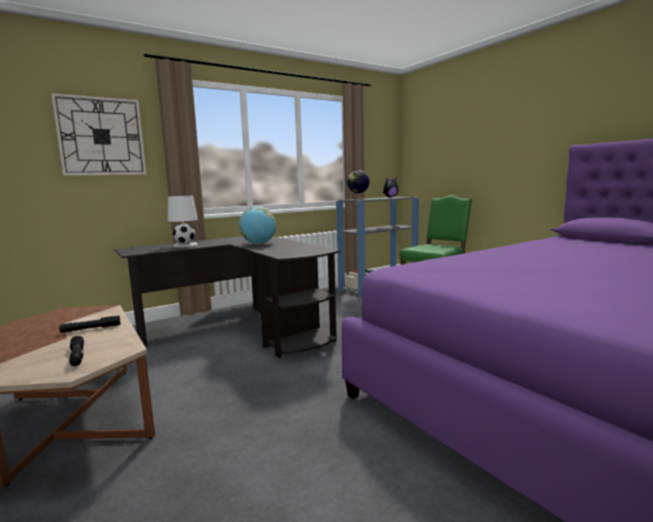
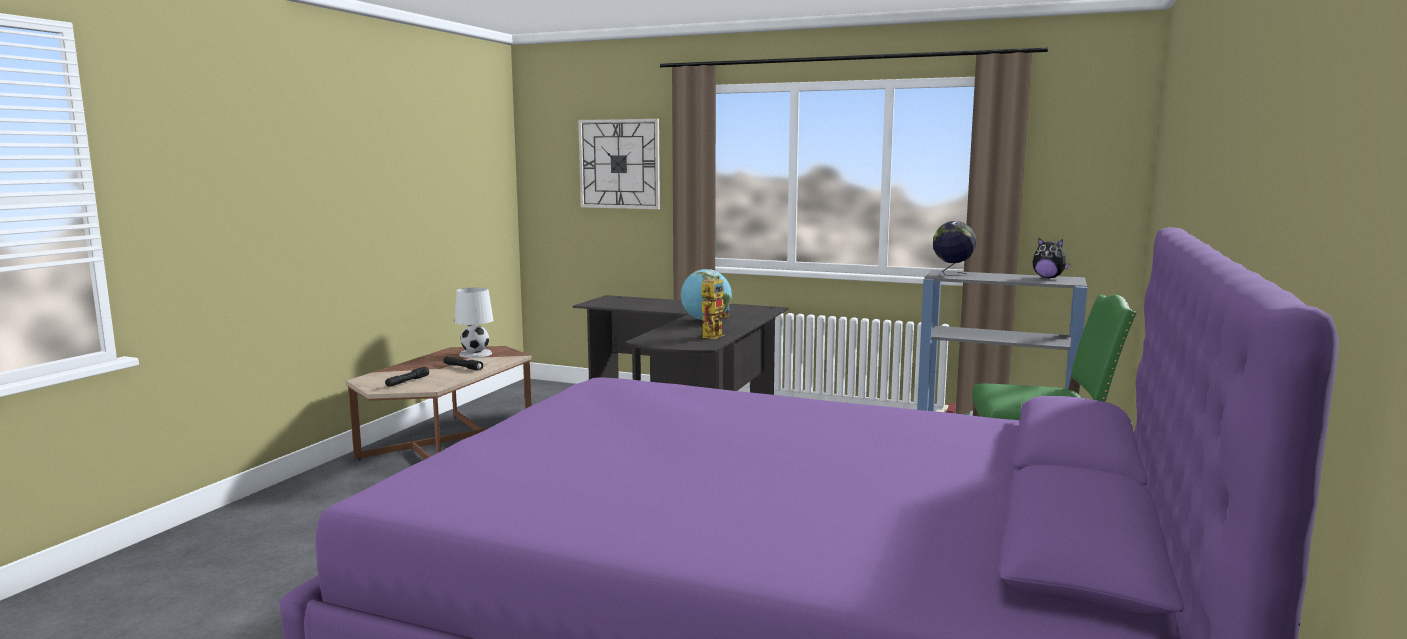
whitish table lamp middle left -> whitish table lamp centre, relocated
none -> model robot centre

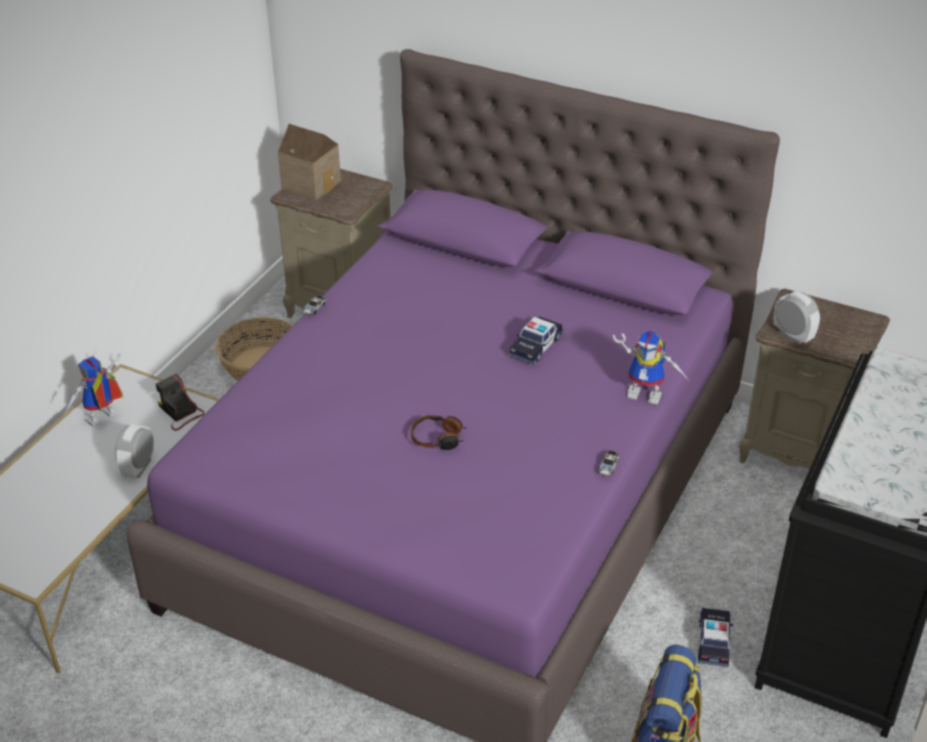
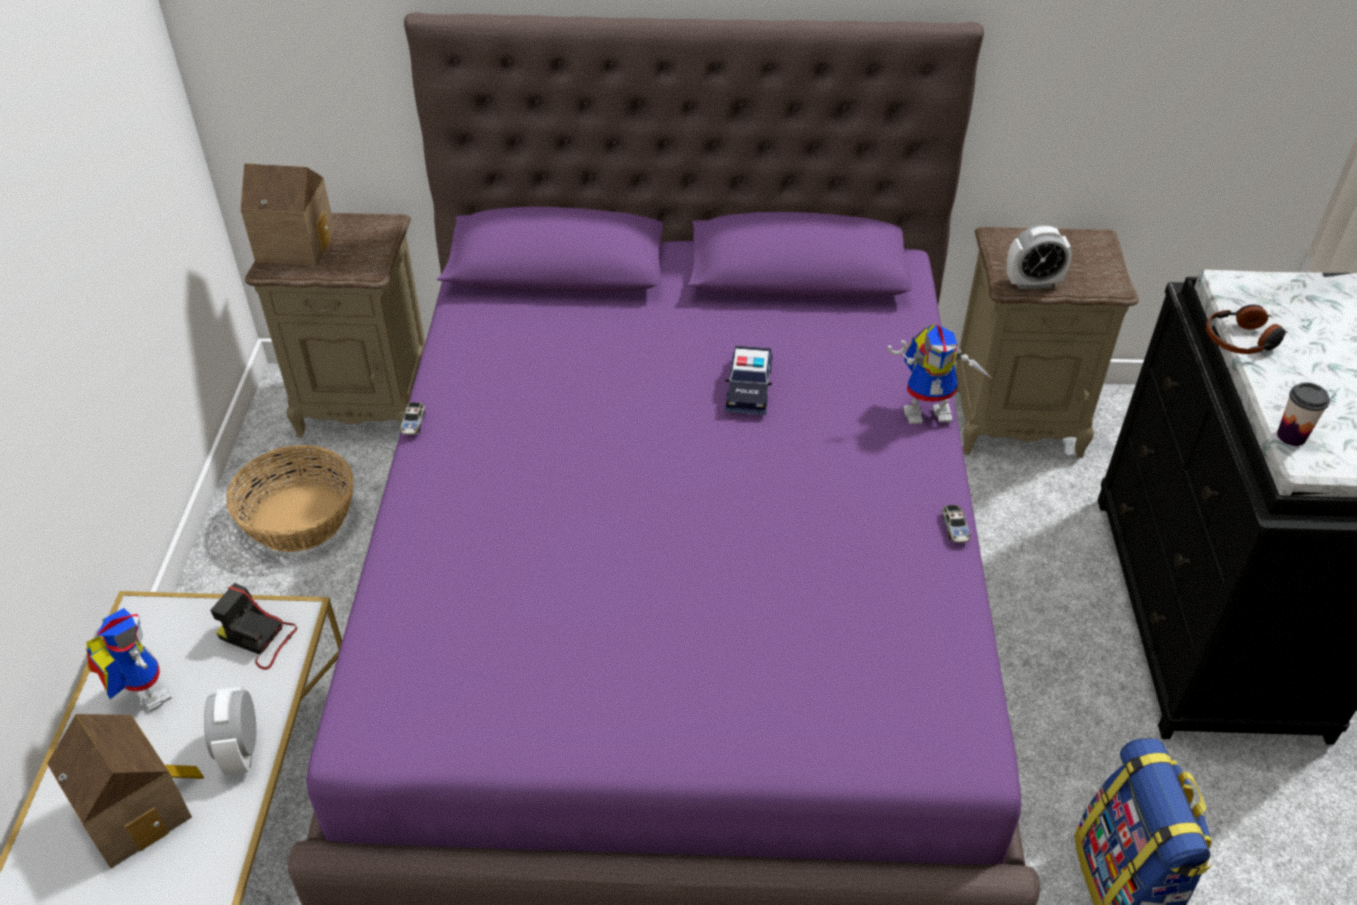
model robot (no. 1 from left) middle left -> model robot (no. 1 from left) bottom left, 120 degrees clockwise
headset centre -> headset middle right, relocated
model car (no. 4 from left) bottom right -> none
bedside clock (no. 2 from left) middle right -> bedside clock (no. 2 from left) top right, 150 degrees clockwise
none -> model house (no. 1 from left) bottom left
none -> small cup middle right

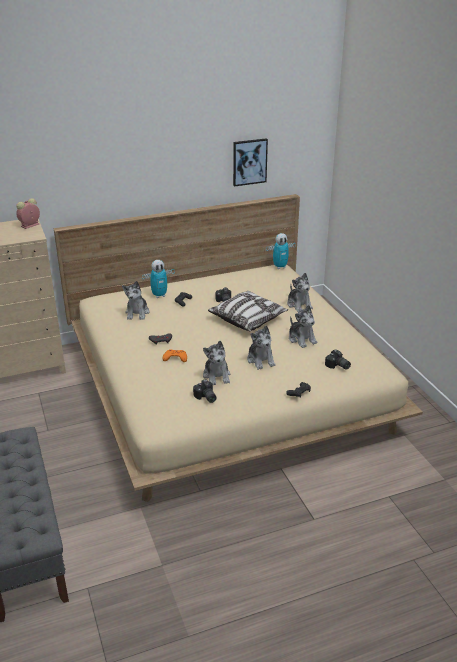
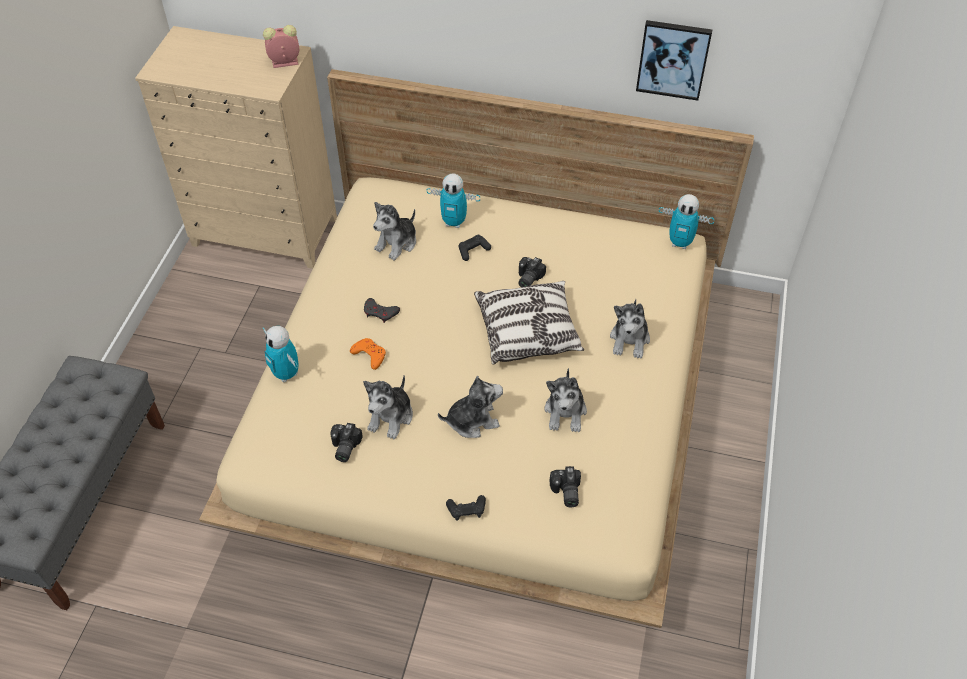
cuddly toy (no. 3 from left) centre, 120 degrees counterclockwise
none -> model robot (no. 1 from left) middle left

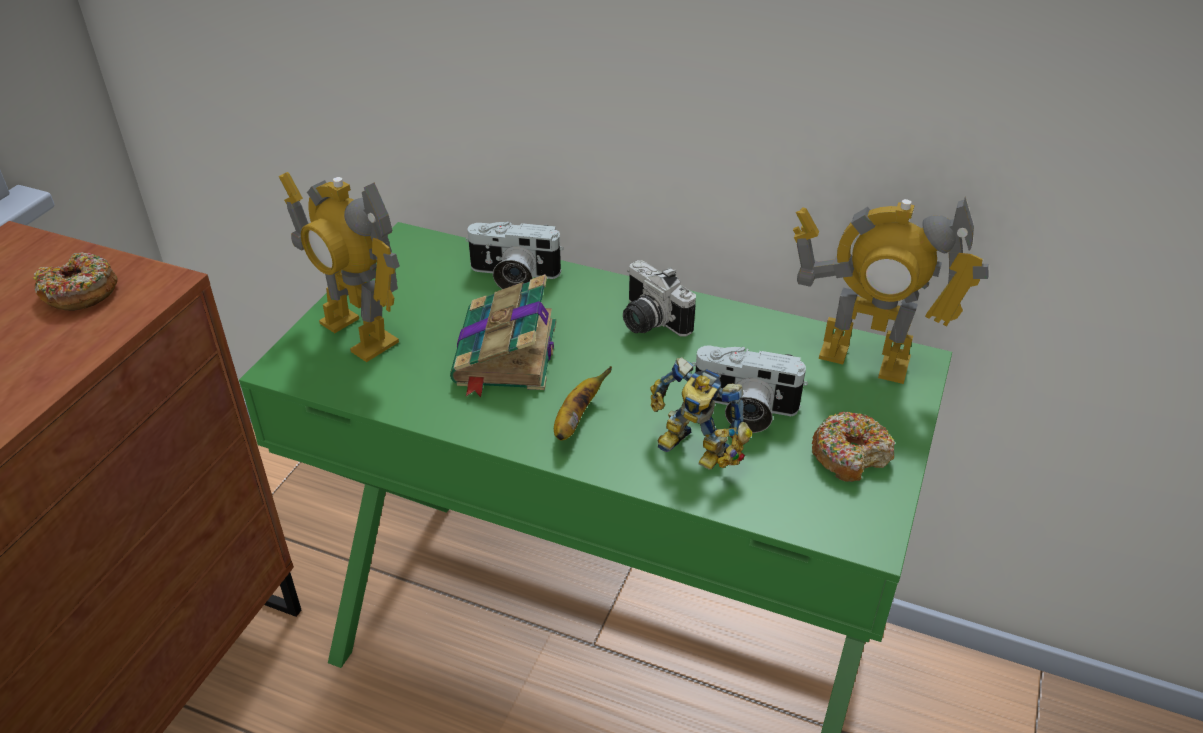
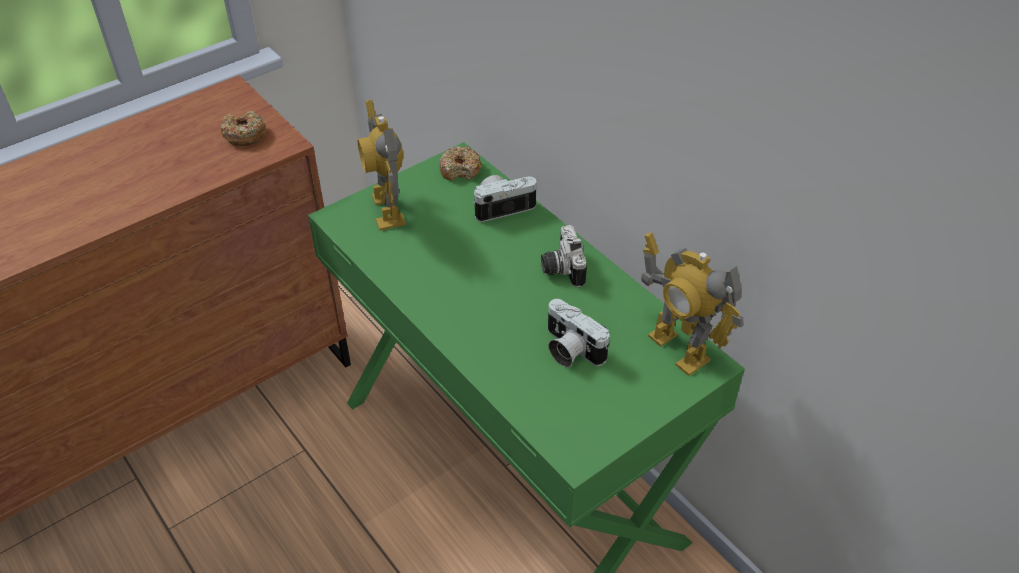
bound book centre -> none
still camera (no. 1 from left) centre, 120 degrees clockwise
banana fruit centre -> none
model robot (no. 2 from left) centre -> none
ring doughnut (no. 2 from left) middle right -> ring doughnut (no. 2 from left) top centre, relocated

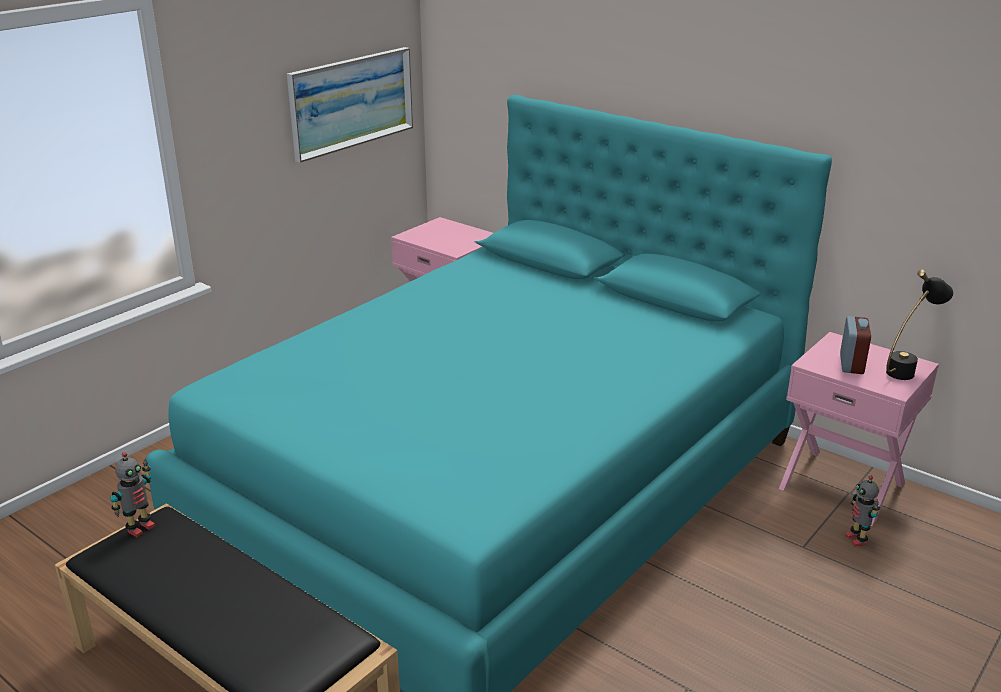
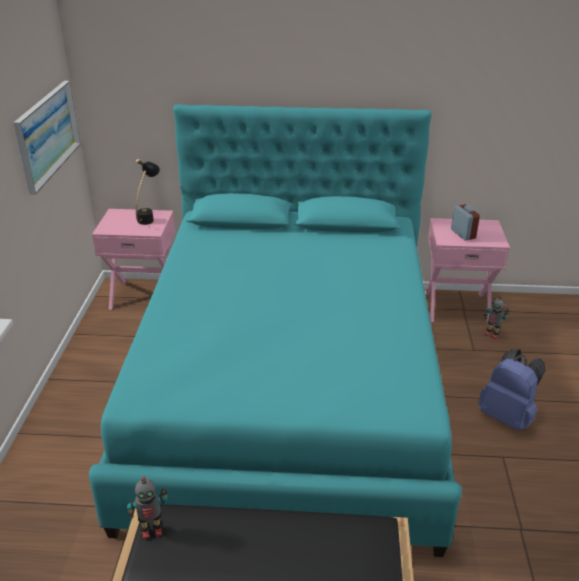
model robot (no. 1 from left) bottom left, 75 degrees clockwise
black table lamp middle right -> black table lamp top left, relocated
none -> blue-coloured knapsack bottom right

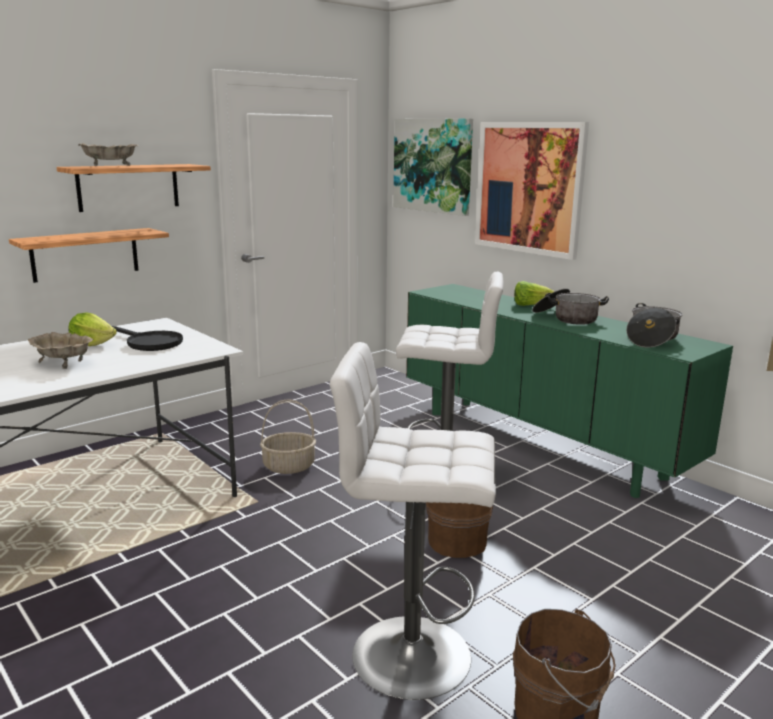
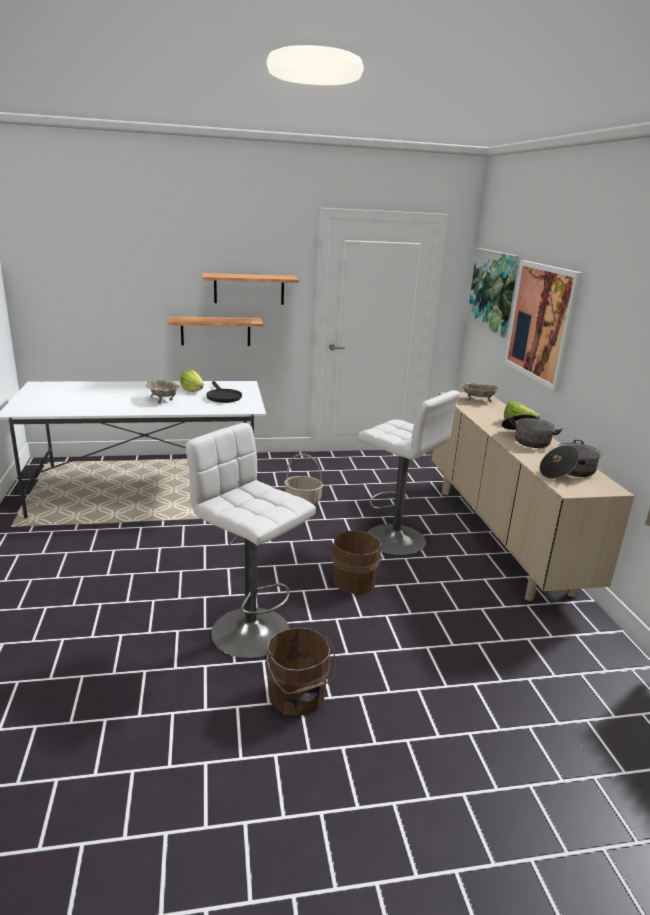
sand-coloured deep dish (no. 2 from left) top left -> sand-coloured deep dish (no. 2 from left) middle right, relocated
greenish cabinet middle right -> sand-coloured cabinet middle right

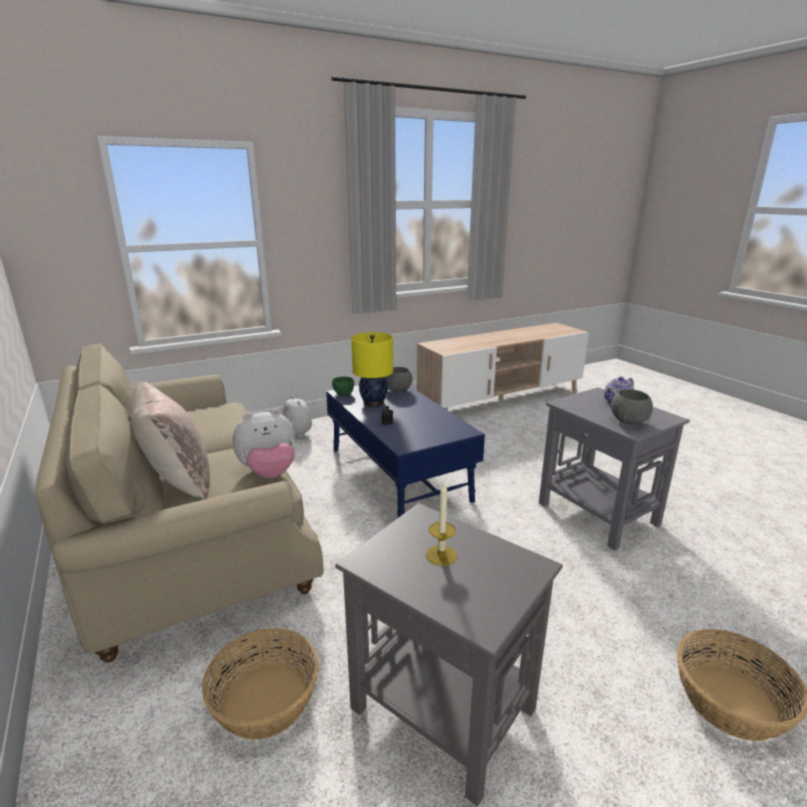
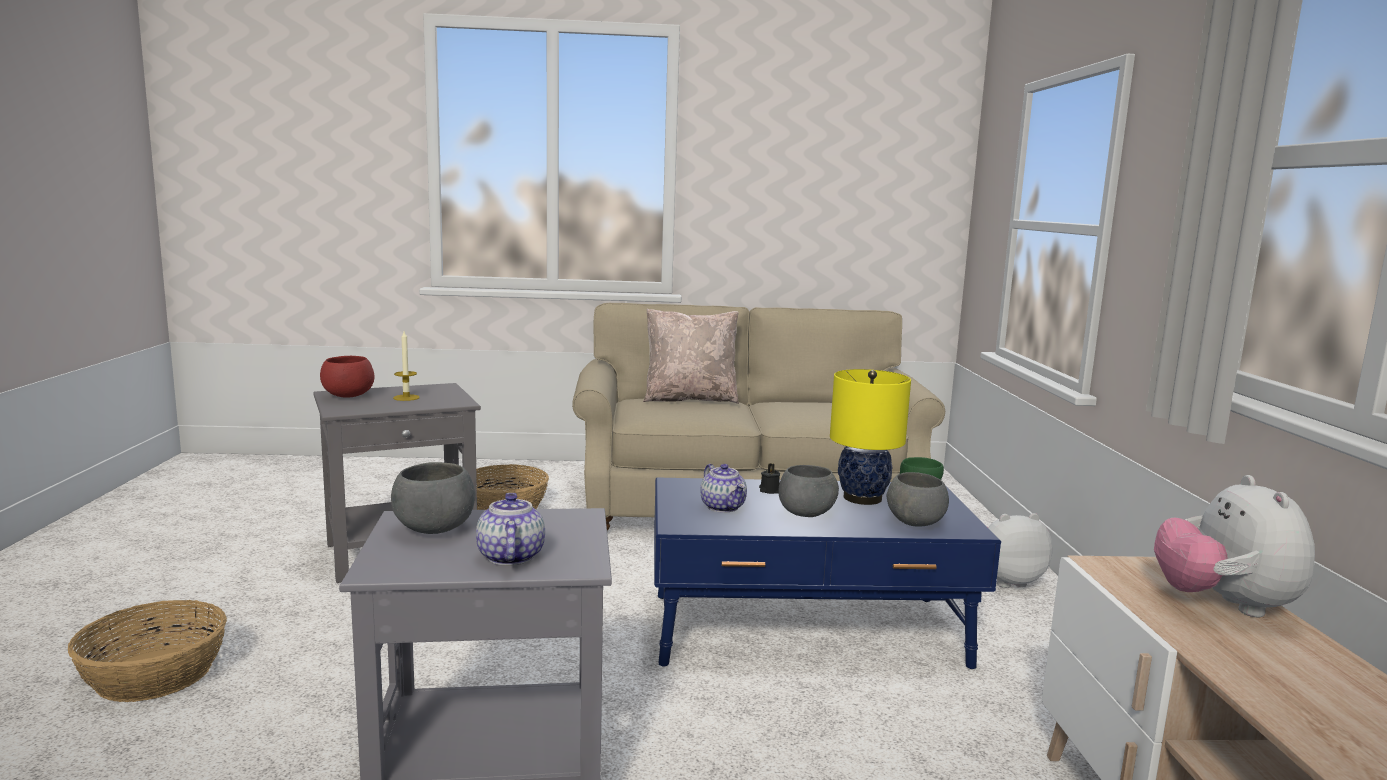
cuddly toy (no. 1 from left in the first image) middle left -> cuddly toy (no. 2 from left) bottom right, relocated
none -> red-coloured deep dish middle left
none -> teapot (no. 2 from left) centre
none -> grey deep dish (no. 2 from left) centre

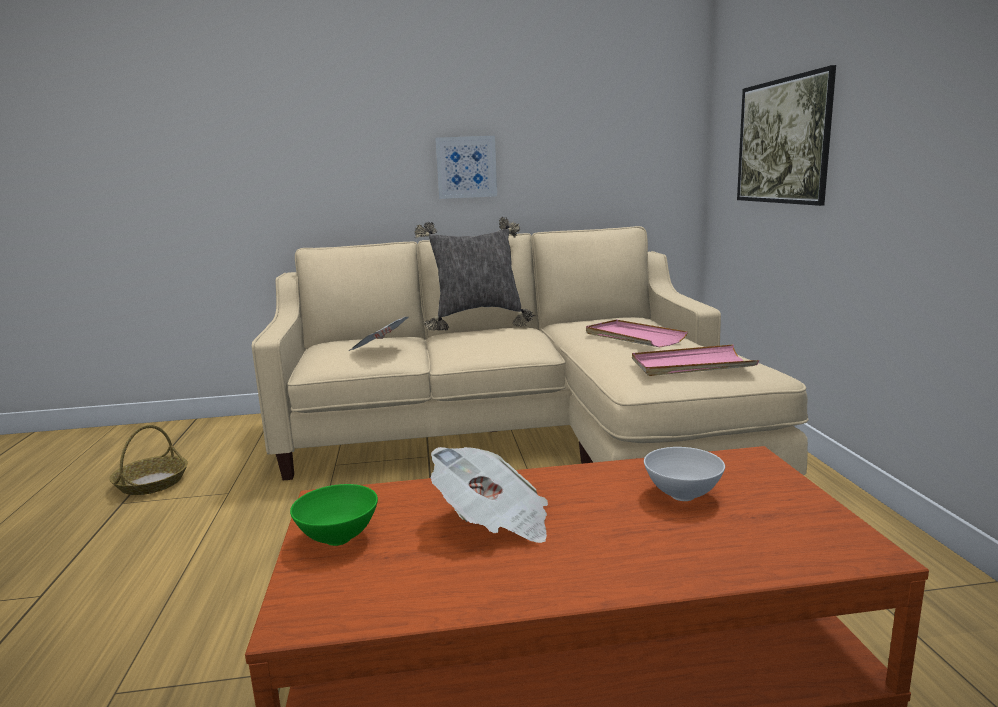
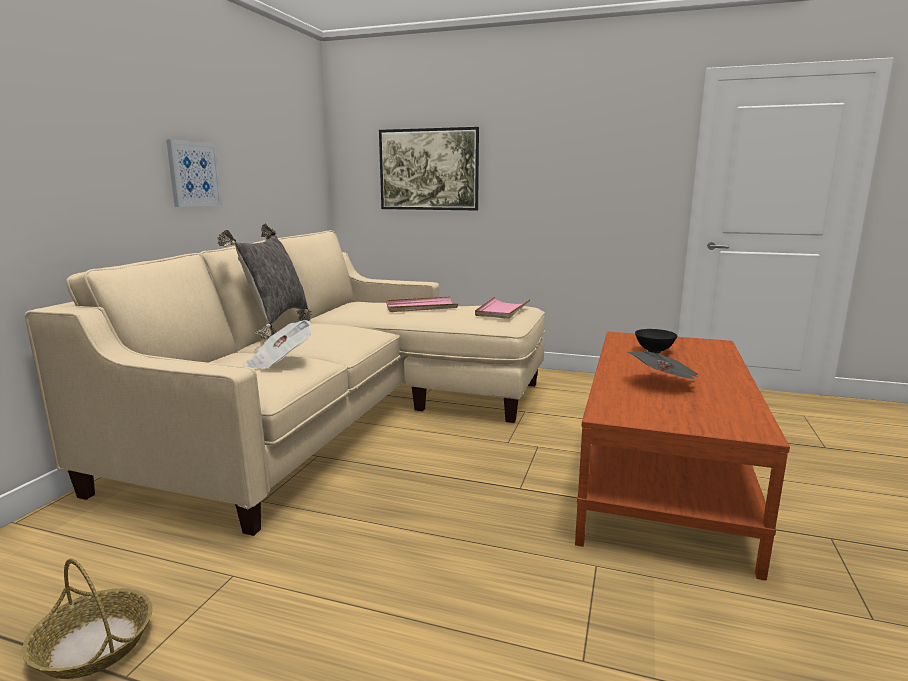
greenish deep dish bottom centre -> none
whitish deep dish bottom right -> black deep dish middle right

